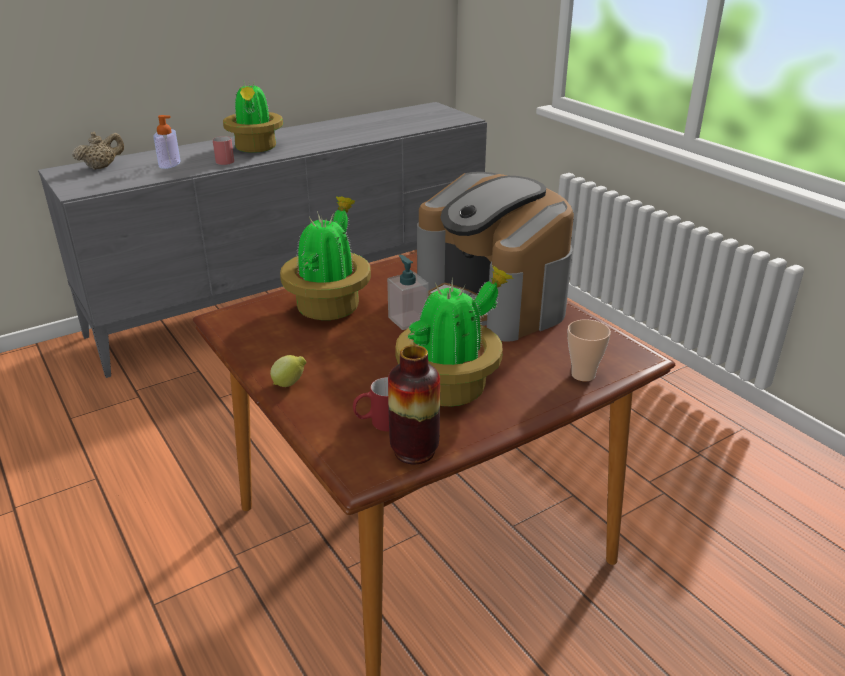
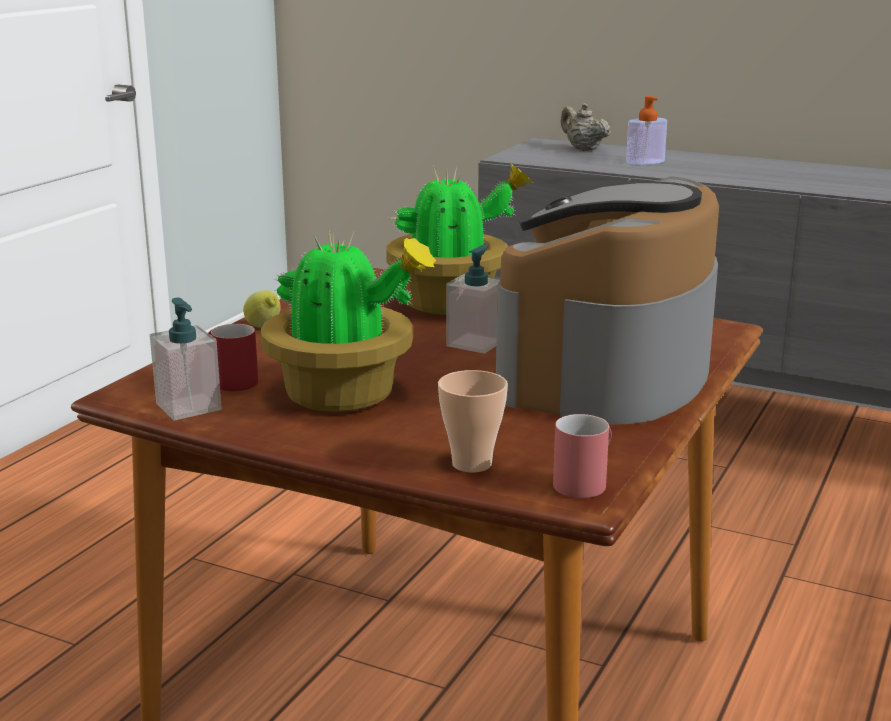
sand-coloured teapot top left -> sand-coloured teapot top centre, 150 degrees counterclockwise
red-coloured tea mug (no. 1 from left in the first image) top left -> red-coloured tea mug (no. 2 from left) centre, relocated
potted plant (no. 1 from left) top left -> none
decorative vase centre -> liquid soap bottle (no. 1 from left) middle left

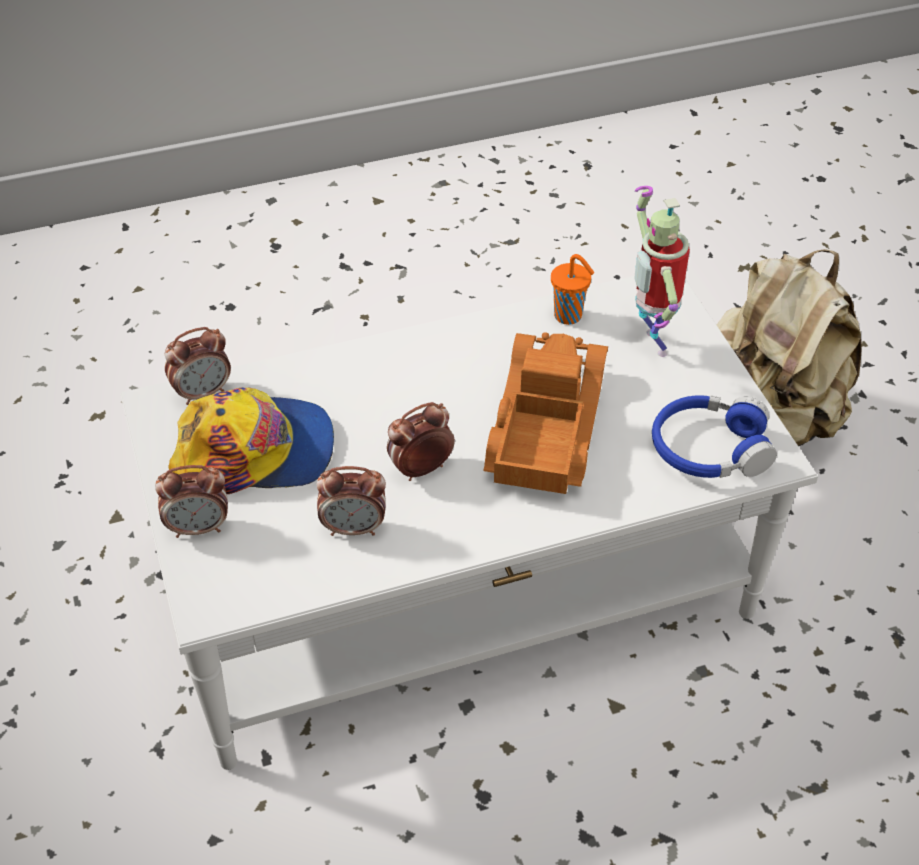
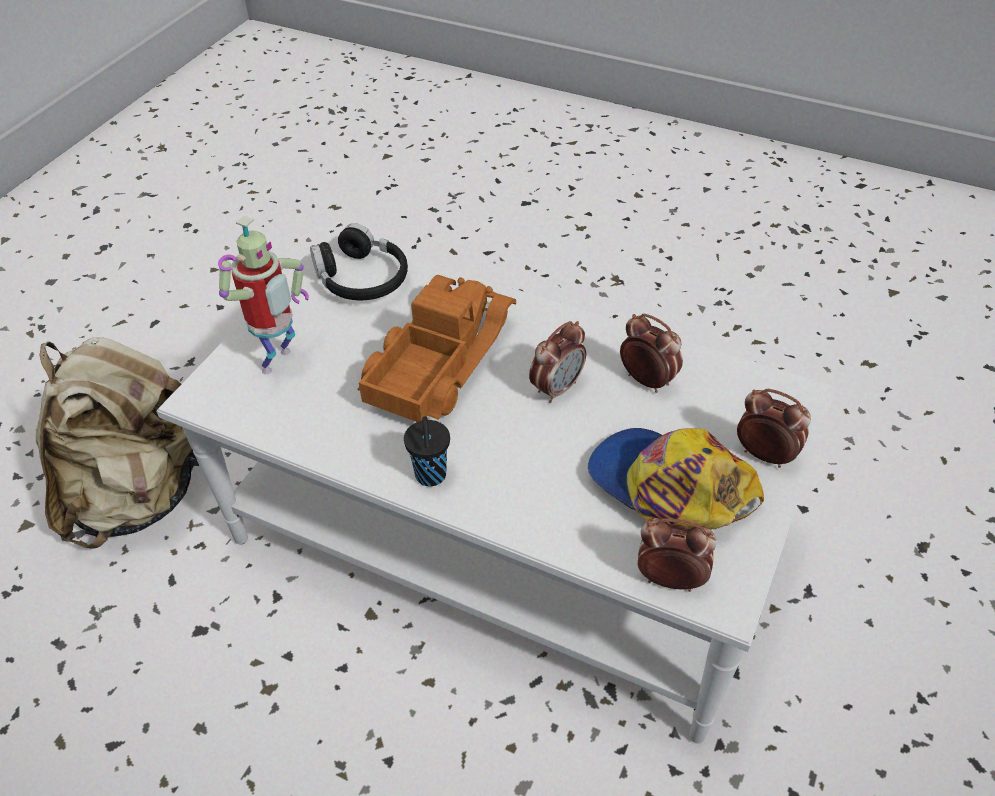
bedside clock (no. 4 from left in the first image) centre -> bedside clock (no. 1 from left) centre, 60 degrees counterclockwise
model truck centre, 150 degrees clockwise
orange-coloured small cup centre -> none
blue-coloured headset middle right -> black headset top centre
none -> black small cup centre

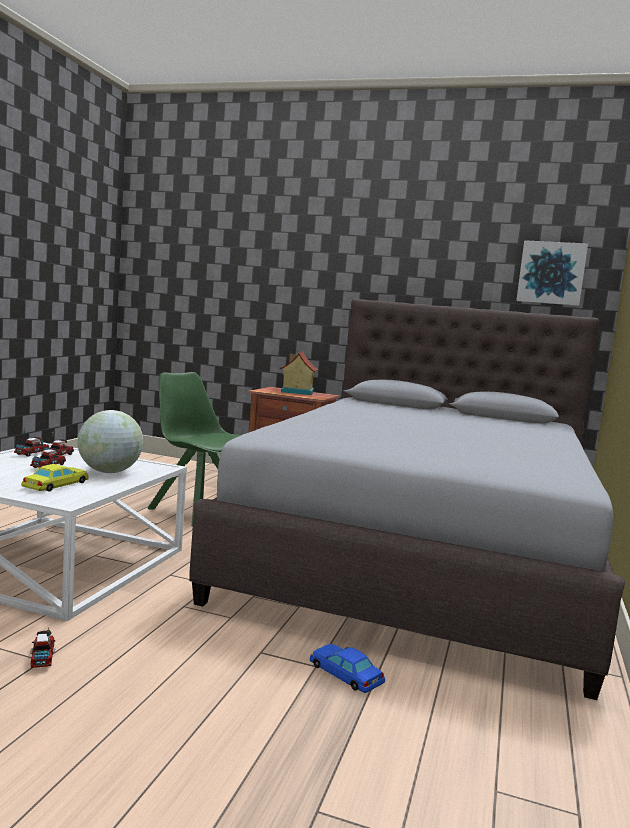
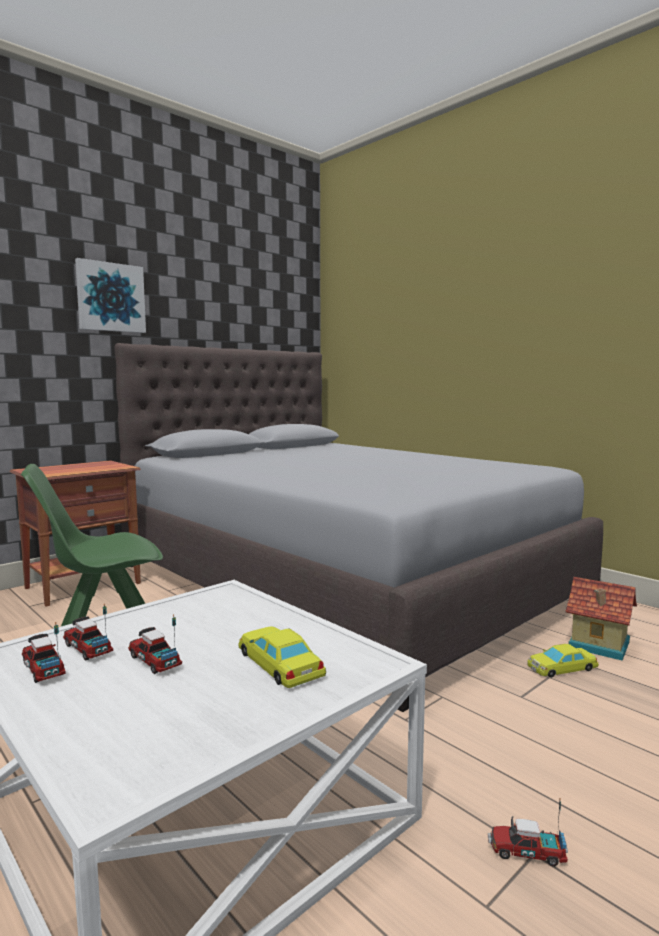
desk globe middle left -> none
model house centre -> model house middle right, relocated
blue-coloured model car bottom centre -> yellow model car (no. 2 from left) bottom right
wall picture top right -> wall picture top left, relocated

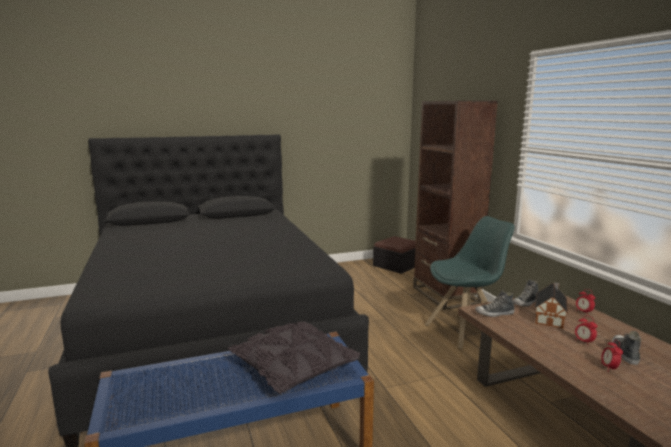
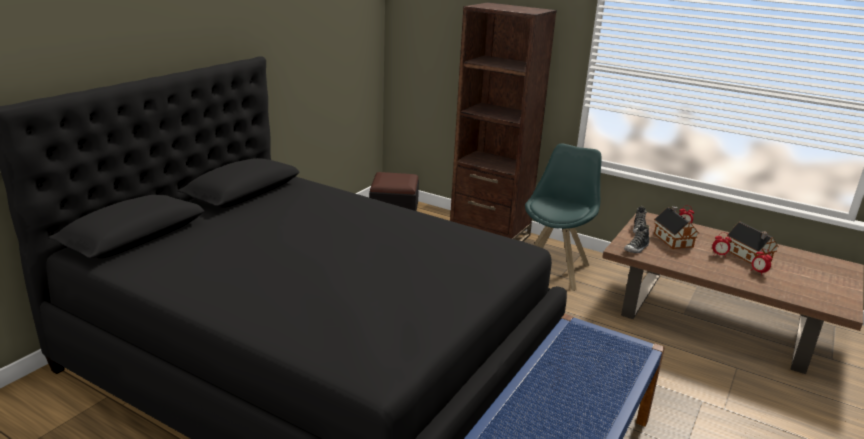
black cushion bottom centre -> none
low shoe (no. 3 from left) bottom right -> model house (no. 2 from left) middle right

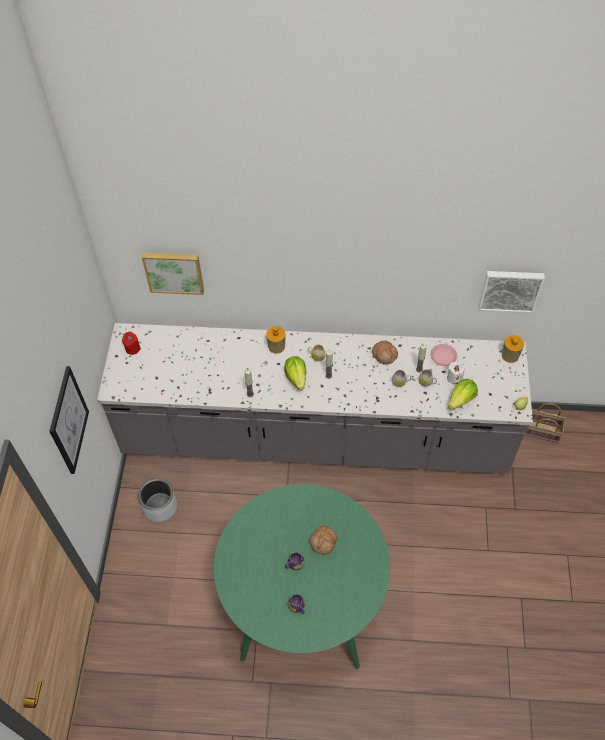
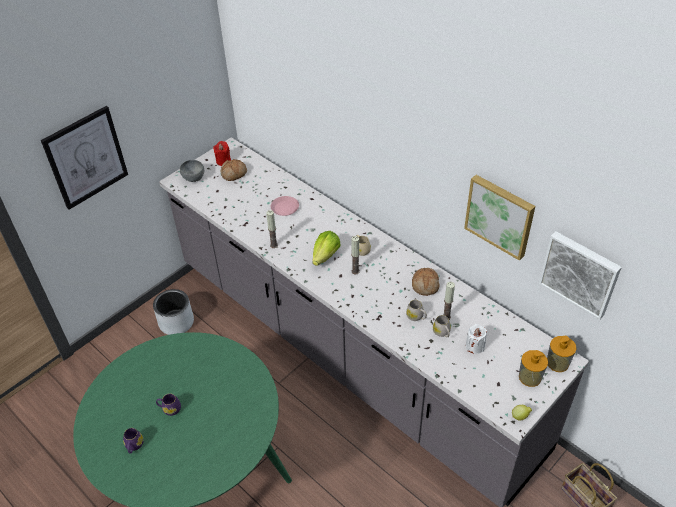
wall picture (no. 2 from left) middle left -> wall picture (no. 2 from left) middle right, relocated
liquid soap bottle (no. 1 from left) centre -> liquid soap bottle (no. 1 from left) bottom right, relocated
bakery bread (no. 1 from left) bottom centre -> bakery bread (no. 1 from left) centre, relocated
pink dinner plate middle right -> pink dinner plate centre, relocated
head of lettuce (no. 2 from left) middle right -> none
none -> grey deep dish middle left

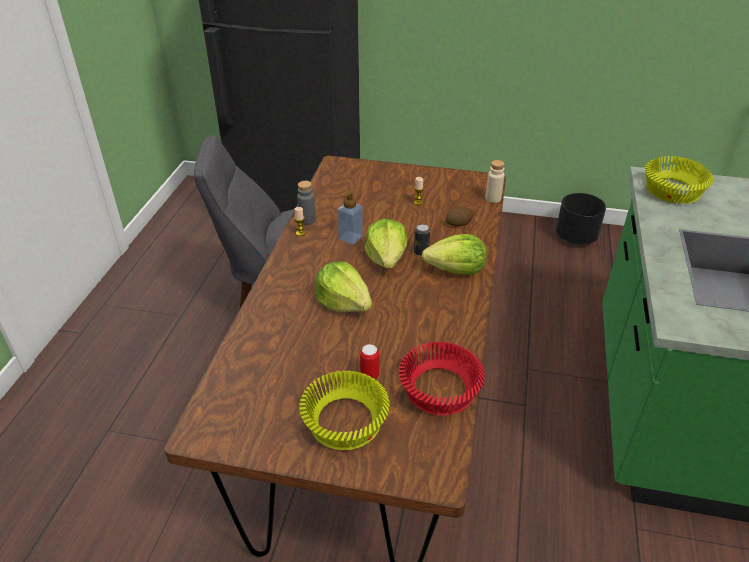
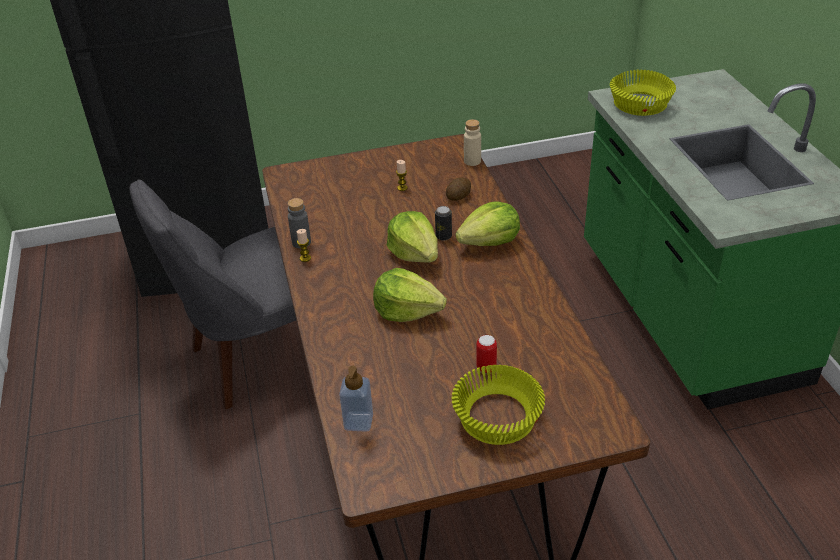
liquid soap bottle centre -> liquid soap bottle bottom centre, relocated
red-coloured deep dish bottom centre -> none
black plant pot middle right -> none

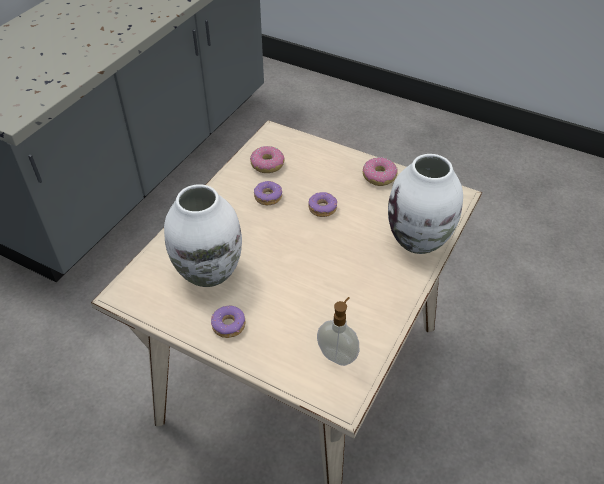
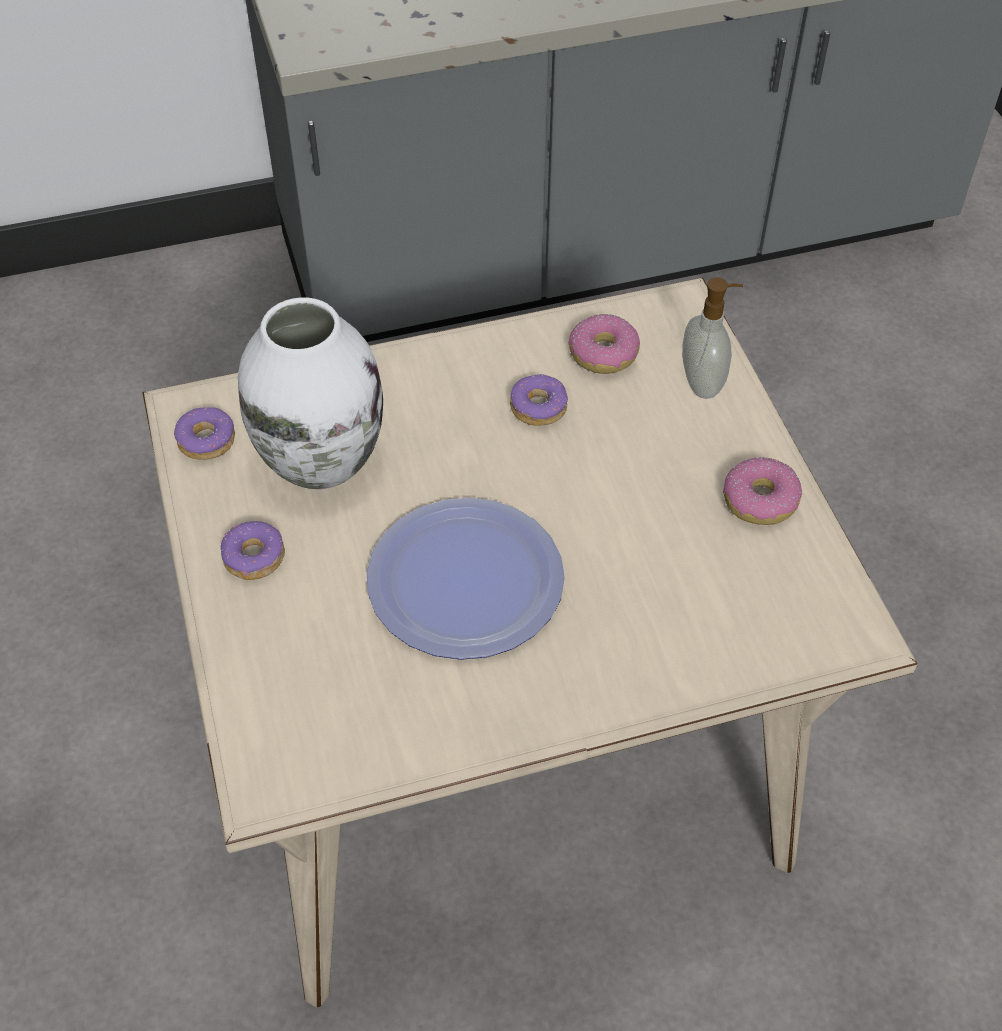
ring doughnut (no. 4 from left in the first image) centre -> ring doughnut (no. 1 from left) middle left, relocated
liquid soap bottle bottom centre -> liquid soap bottle top right, relocated
whitish decorative vase (no. 2 from left) middle right -> none
none -> dinner plate centre

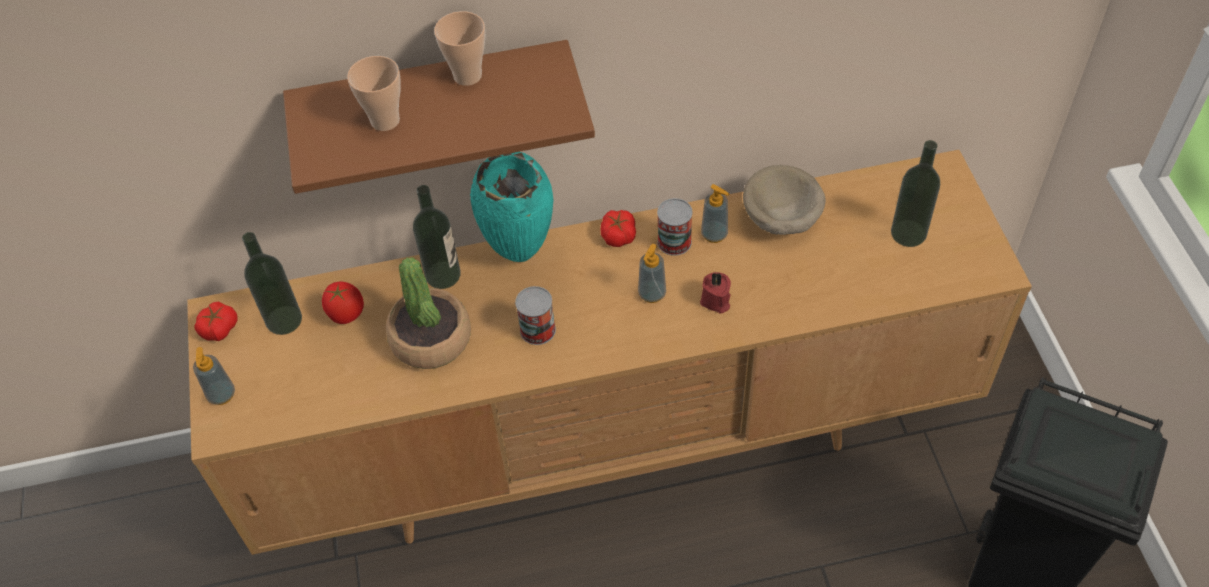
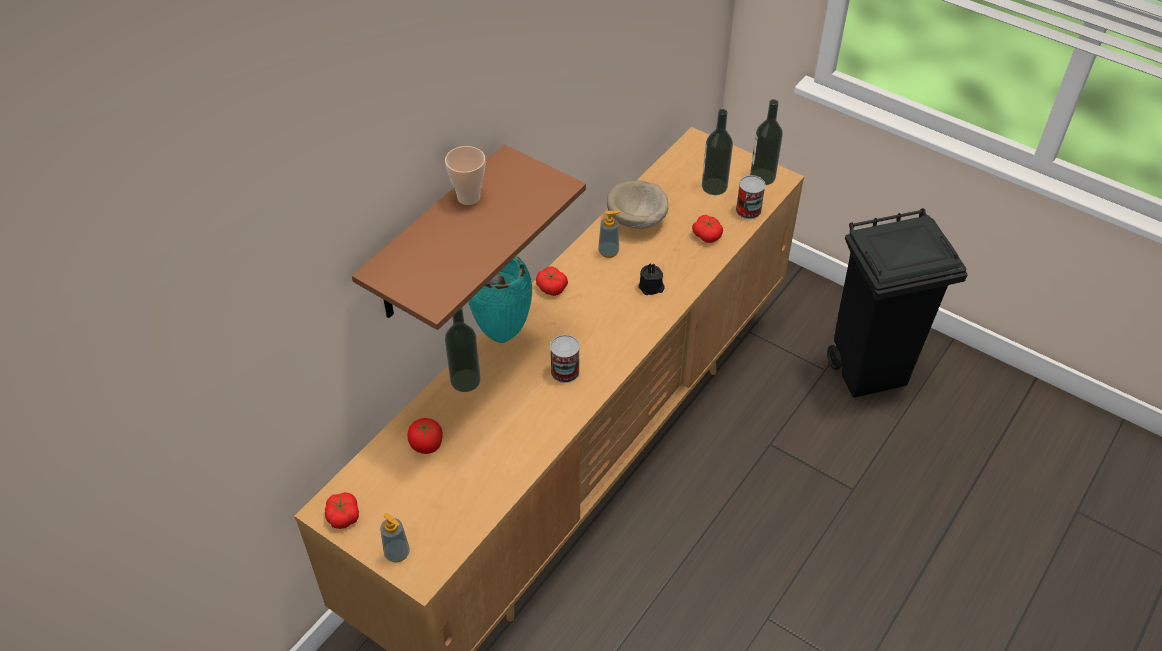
drink bottle (no. 1 from left in the first image) middle left -> drink bottle (no. 3 from left) top centre, relocated
small cup (no. 1 from left) top left -> none
potted plant centre -> none
liquid soap bottle (no. 2 from left) centre -> none
sealed can (no. 2 from left) centre -> sealed can (no. 2 from left) top centre, relocated
red-coloured candle centre -> black candle centre
none -> whole tomato (no. 4 from left) centre

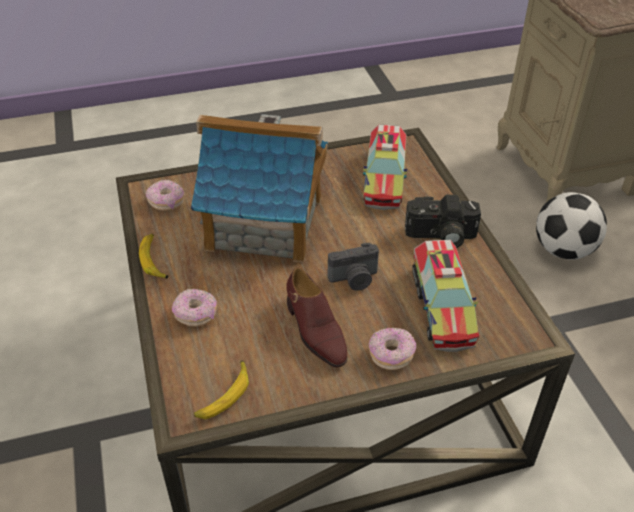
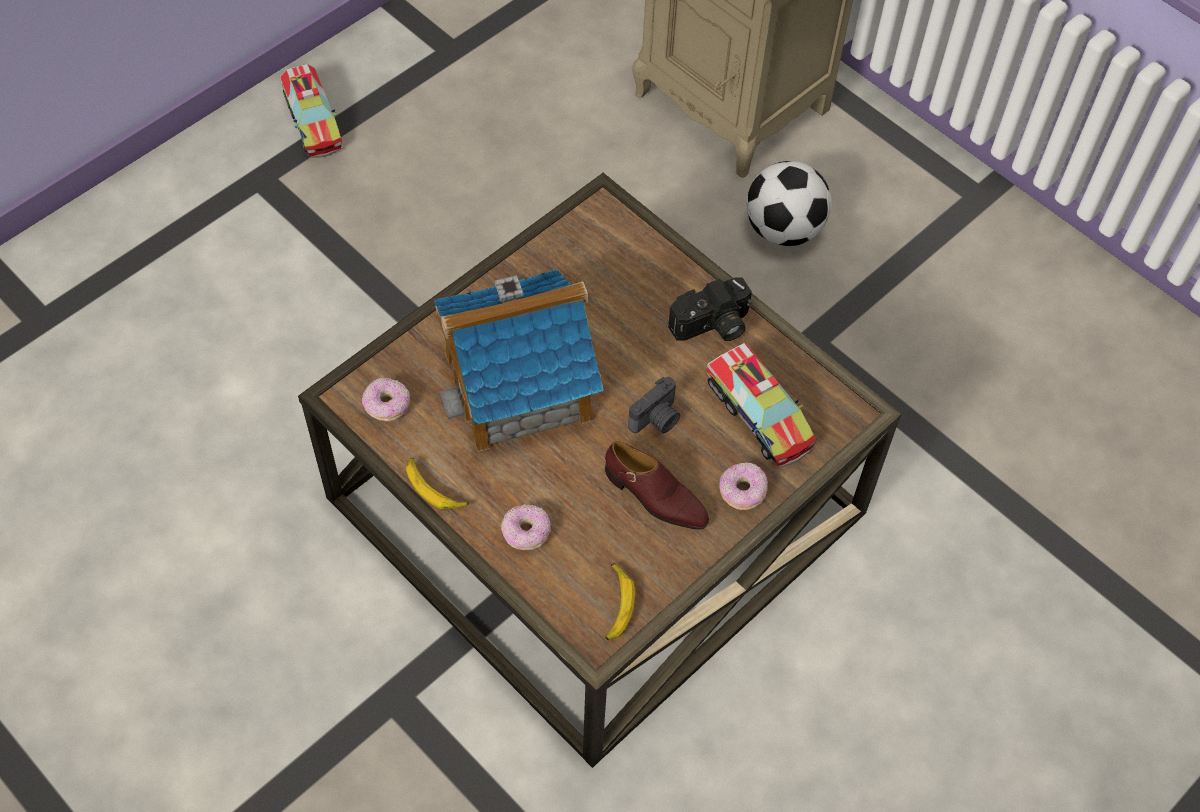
model truck (no. 1 from left) top centre -> model truck (no. 1 from left) top left, relocated

